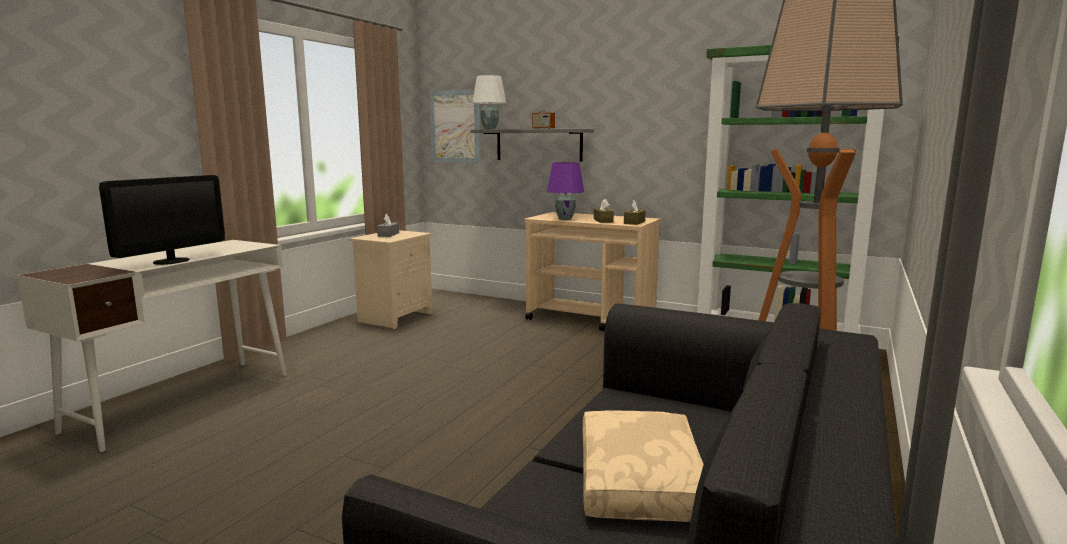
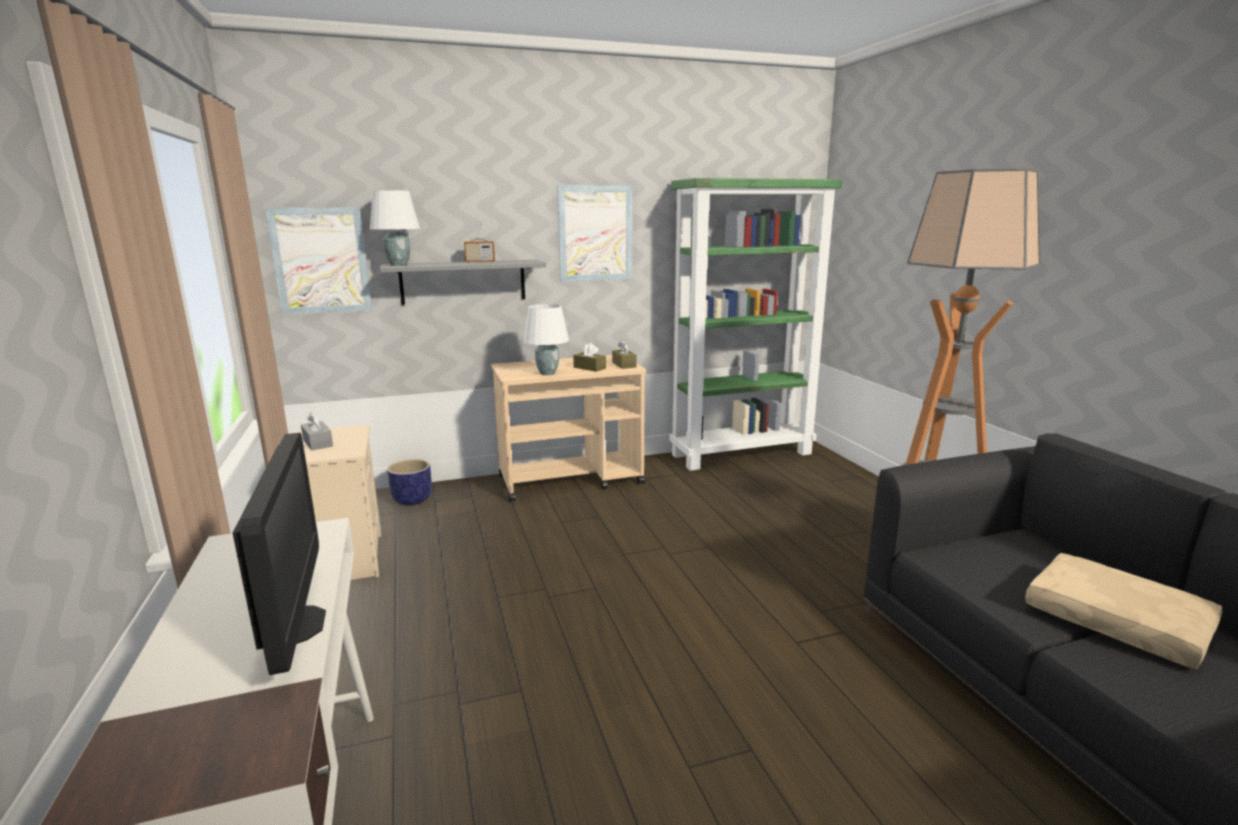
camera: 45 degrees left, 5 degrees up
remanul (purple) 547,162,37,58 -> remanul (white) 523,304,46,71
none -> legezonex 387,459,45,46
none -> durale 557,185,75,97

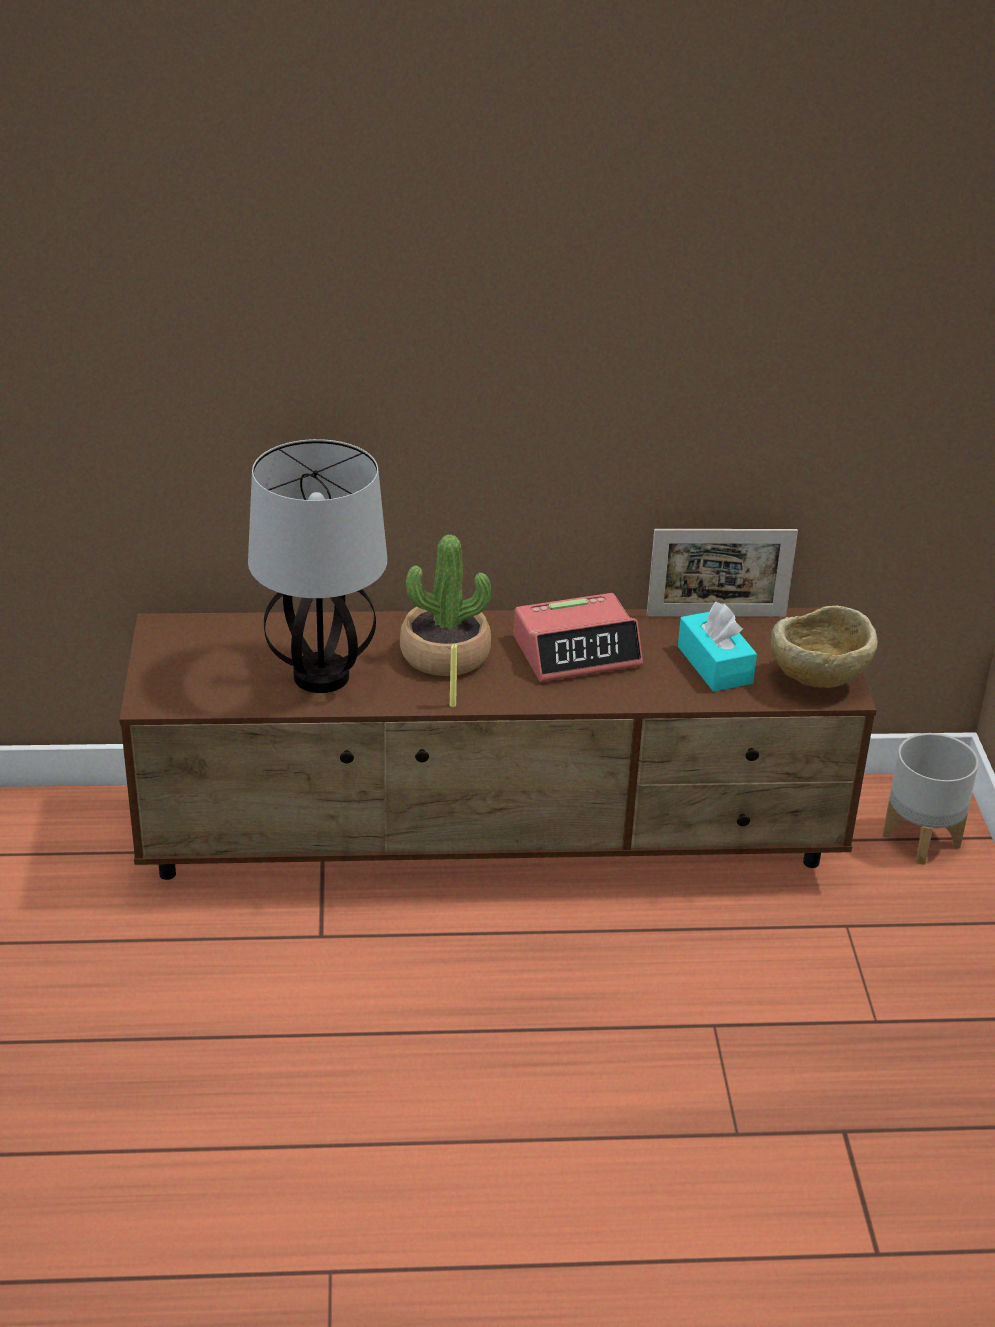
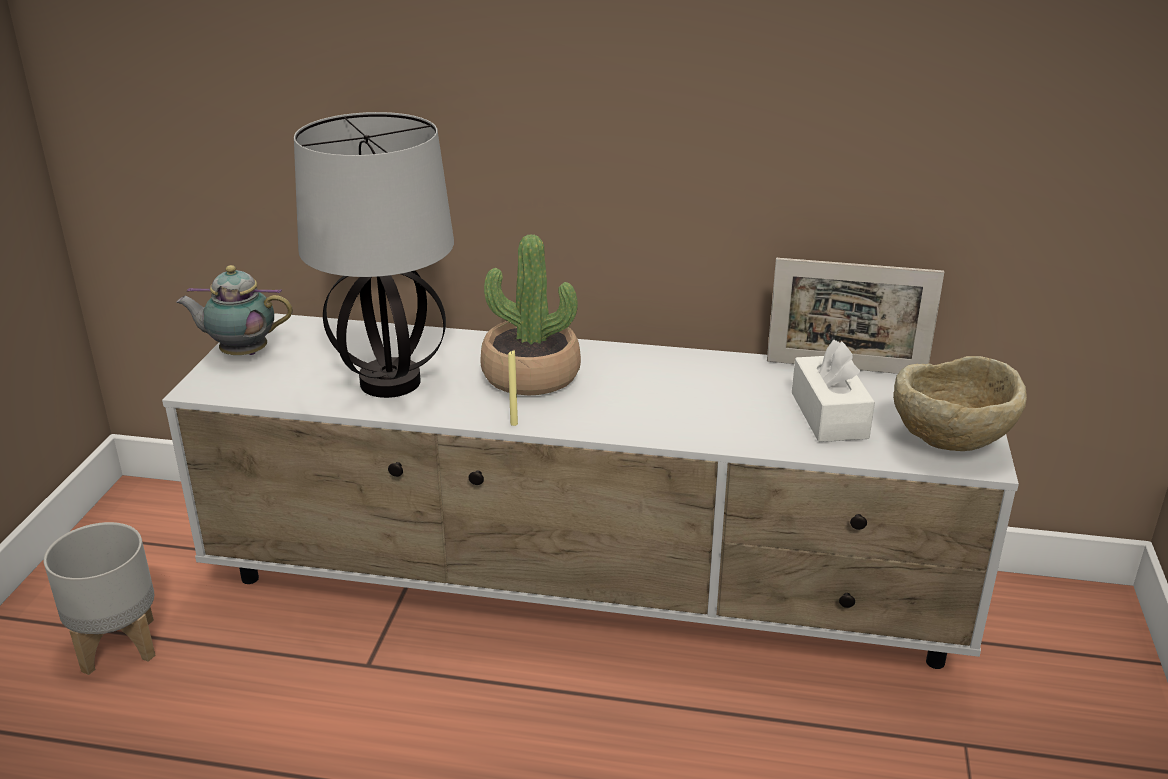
camera: 15 degrees right, 5 degrees down
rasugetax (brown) 119,608,758,272 -> rasugetax (white) 162,313,857,356
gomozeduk 514,593,129,89 -> none
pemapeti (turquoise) 678,602,79,90 -> pemapeti (white) 792,340,83,102
legezonex (grey) 883,733,96,132 -> legezonex (grey) 44,522,111,153, moved
none -> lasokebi 176,265,117,90

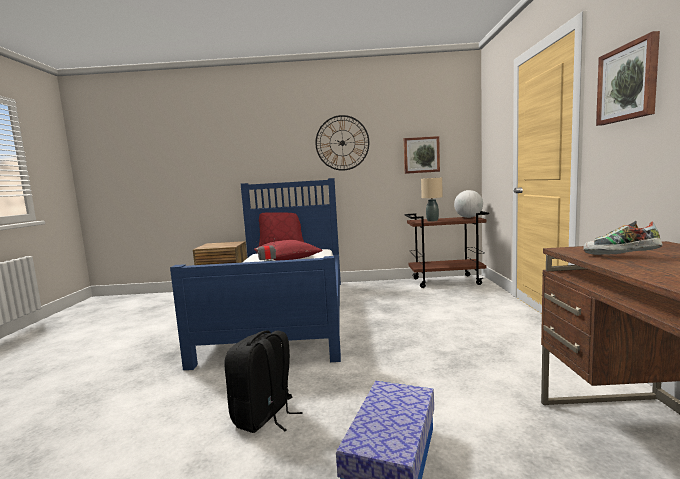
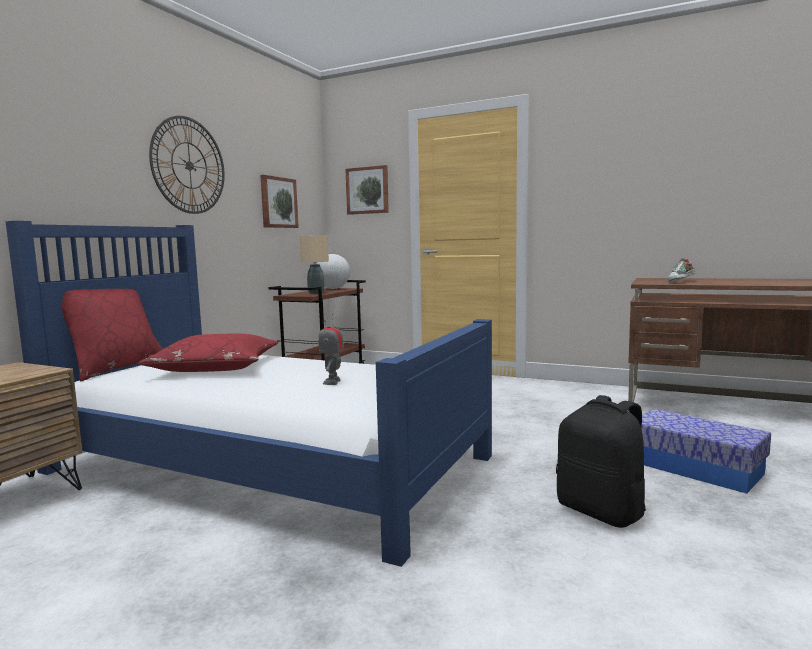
camera: 65 degrees left, 0 degrees up
durale 596,31,64,95 -> durale 345,165,44,50, moved

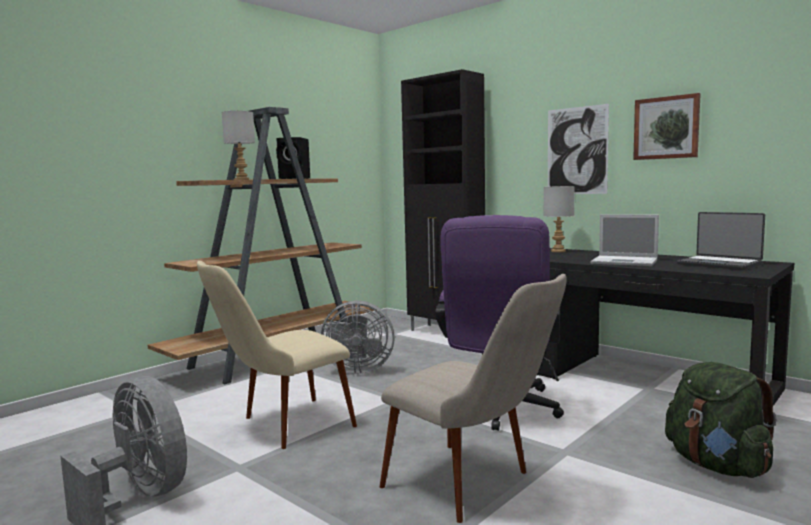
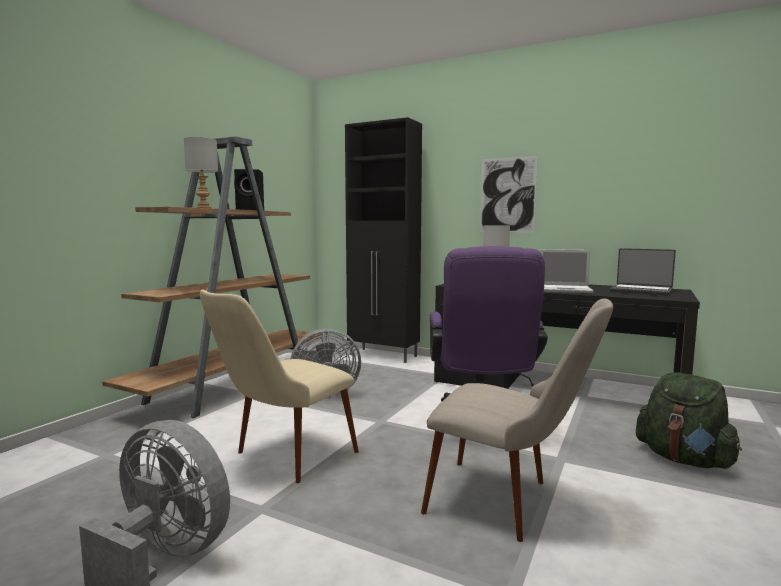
camera: 15 degrees left, 0 degrees up
durale 633,93,68,67 -> none

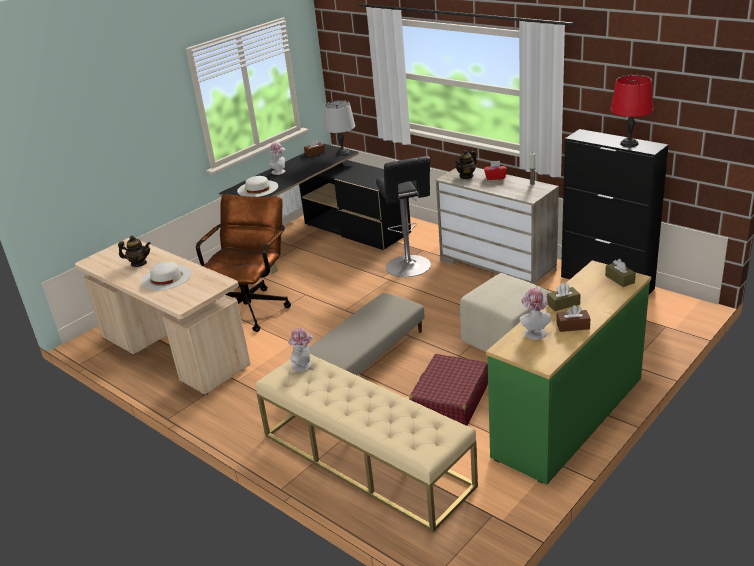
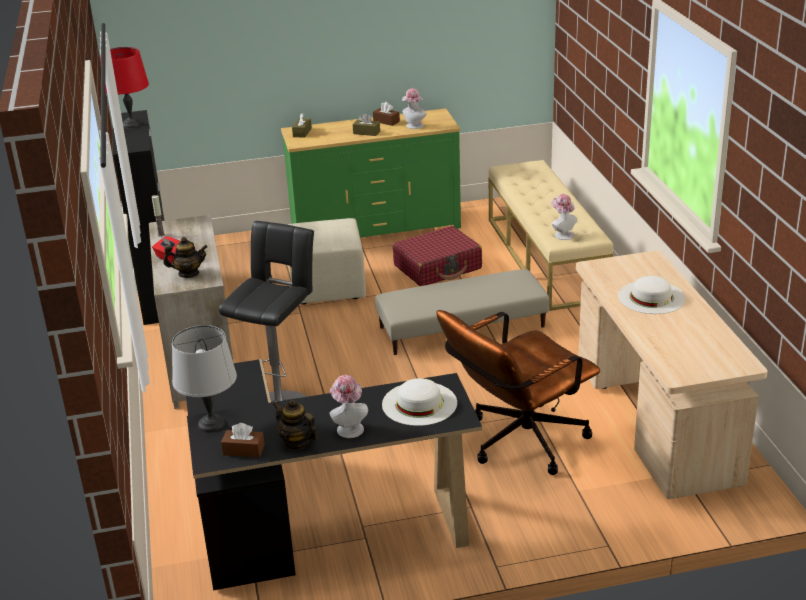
camera: 145 degrees left, 0 degrees up
lasokebi 118,236,33,31 -> lasokebi 273,400,44,50, moved

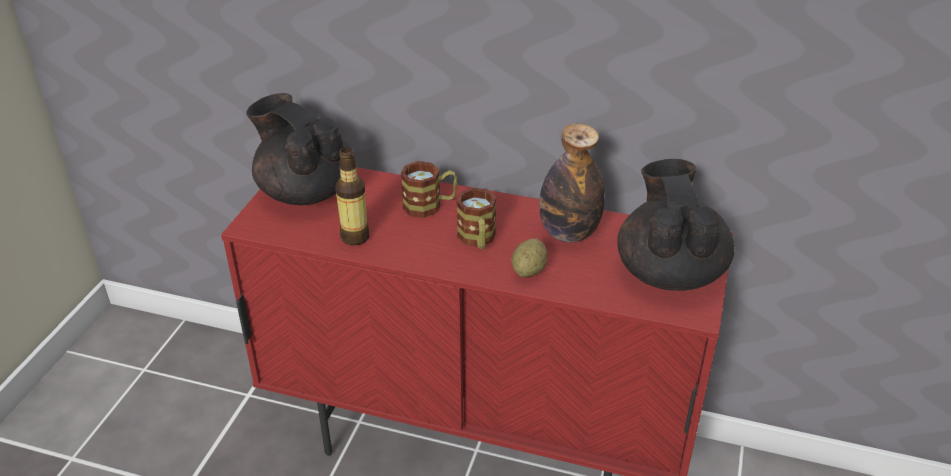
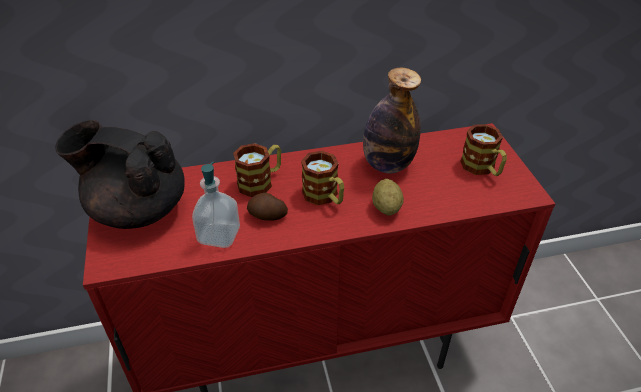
camera: 30 degrees left, 5 degrees up
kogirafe 335,147,34,98 -> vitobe 192,162,48,86
lasokebi (black) 617,159,117,132 -> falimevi 460,124,47,52
none -> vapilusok 247,193,41,28

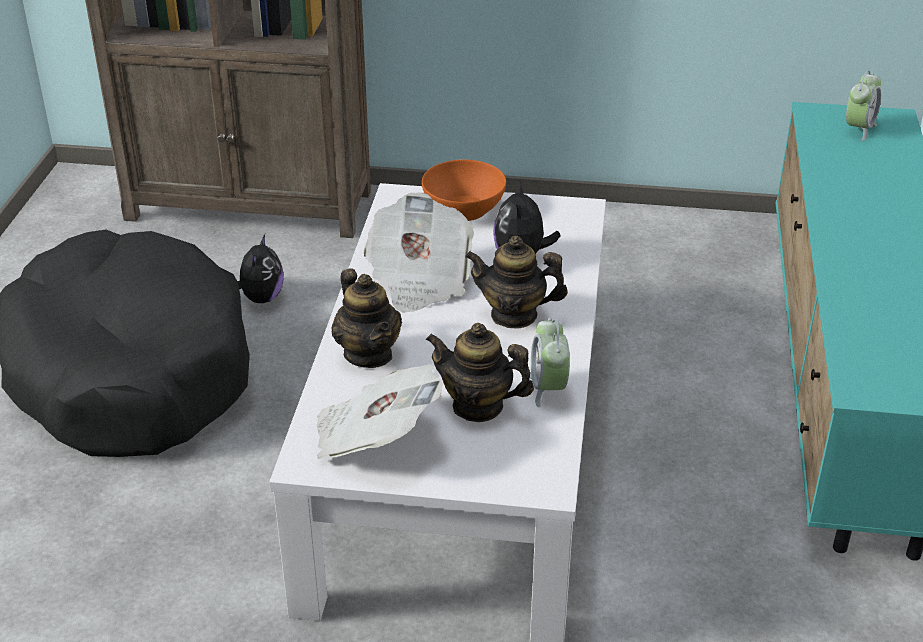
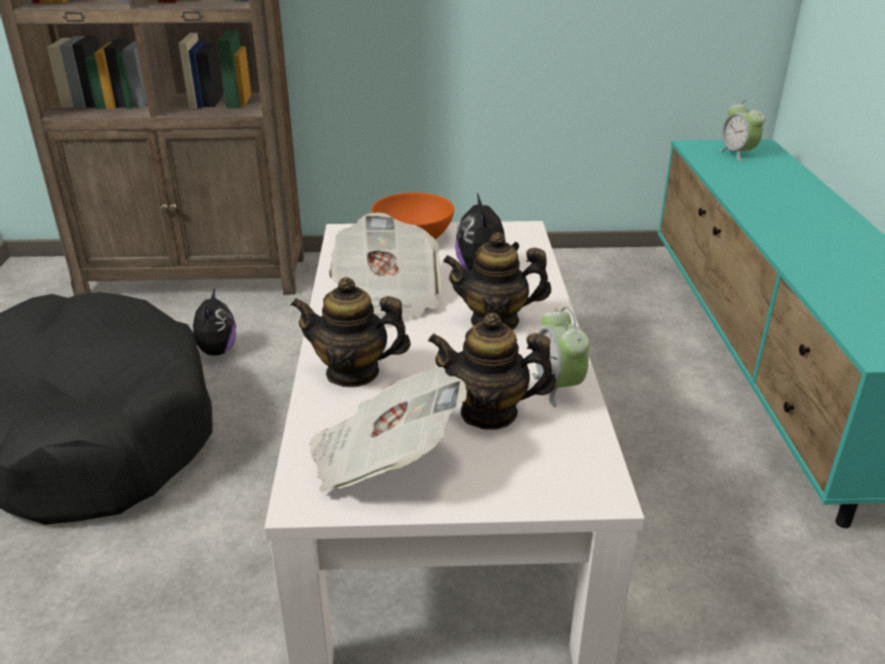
camera: 10 degrees left, 5 degrees down
lasokebi 332,268,70,100 -> lasokebi 291,277,120,110, 135 degrees clockwise
gomozeduk 846,70,35,71 -> gomozeduk 718,99,47,62, 135 degrees clockwise

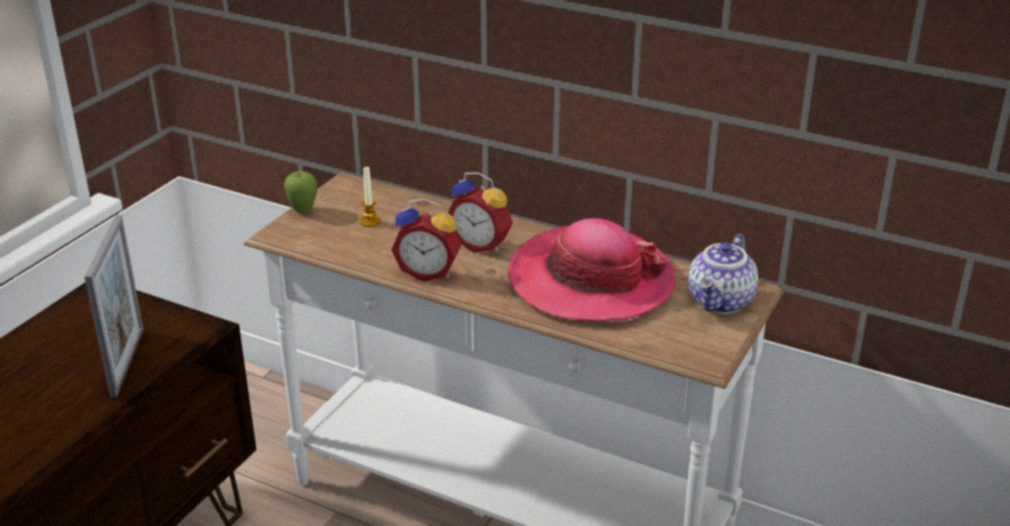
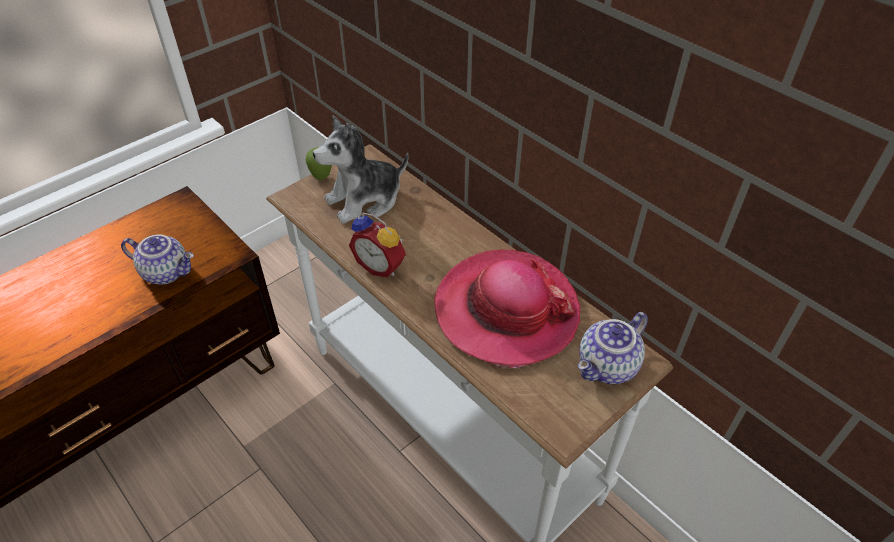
camera: 20 degrees right, 15 degrees up
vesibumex 84,215,60,183 -> lasokebi 121,234,73,51
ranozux 359,167,22,60 -> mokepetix 313,116,96,108
gomozeduk 448,172,65,81 -> none

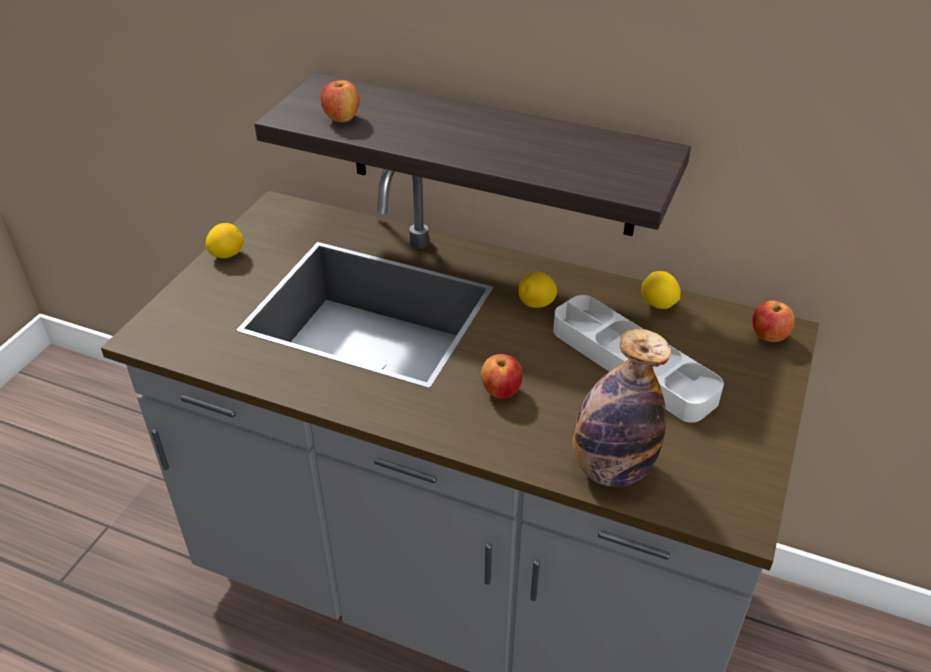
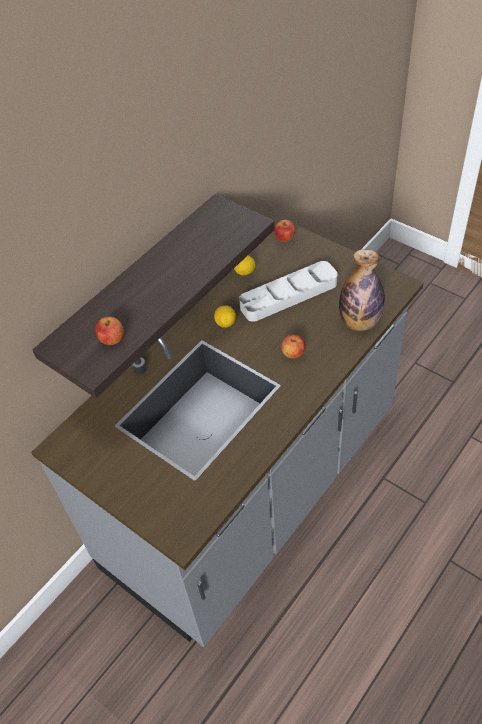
camera: 70 degrees left, 10 degrees up
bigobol 206,223,37,35 -> none

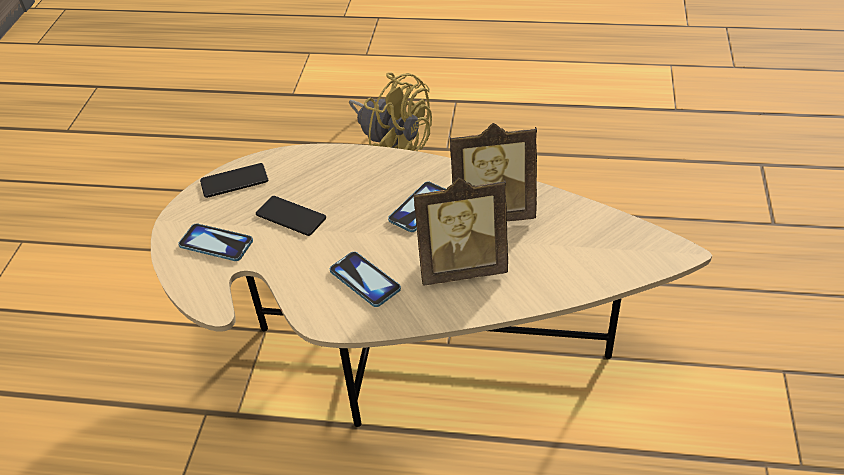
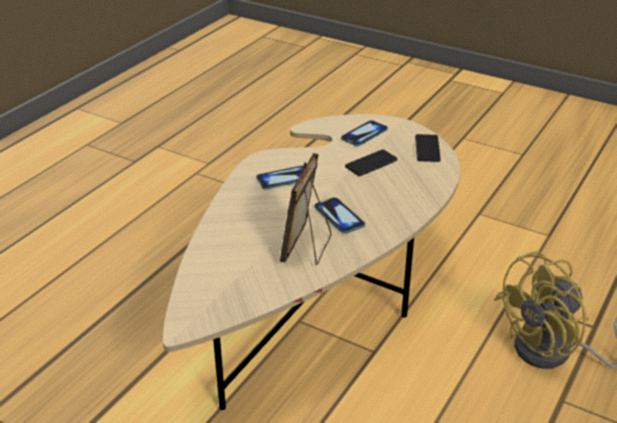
camera: 110 degrees right, 10 degrees down
vesibumex 413,178,95,108 -> none

